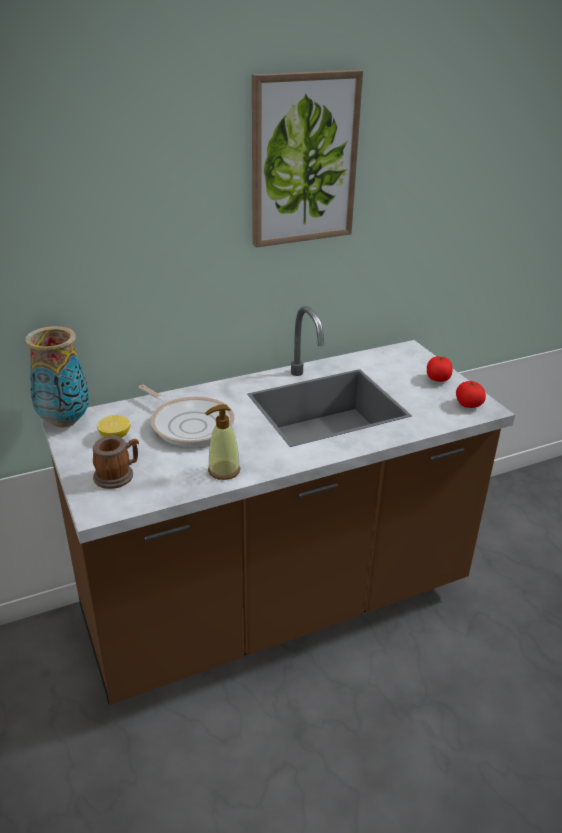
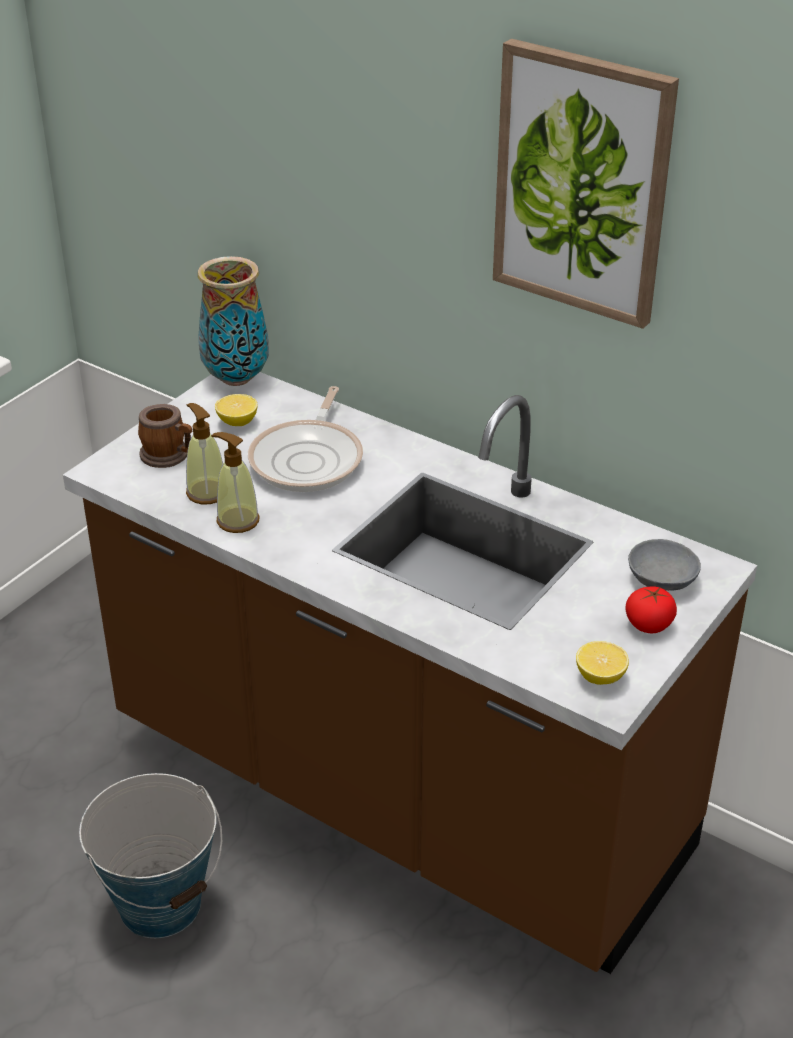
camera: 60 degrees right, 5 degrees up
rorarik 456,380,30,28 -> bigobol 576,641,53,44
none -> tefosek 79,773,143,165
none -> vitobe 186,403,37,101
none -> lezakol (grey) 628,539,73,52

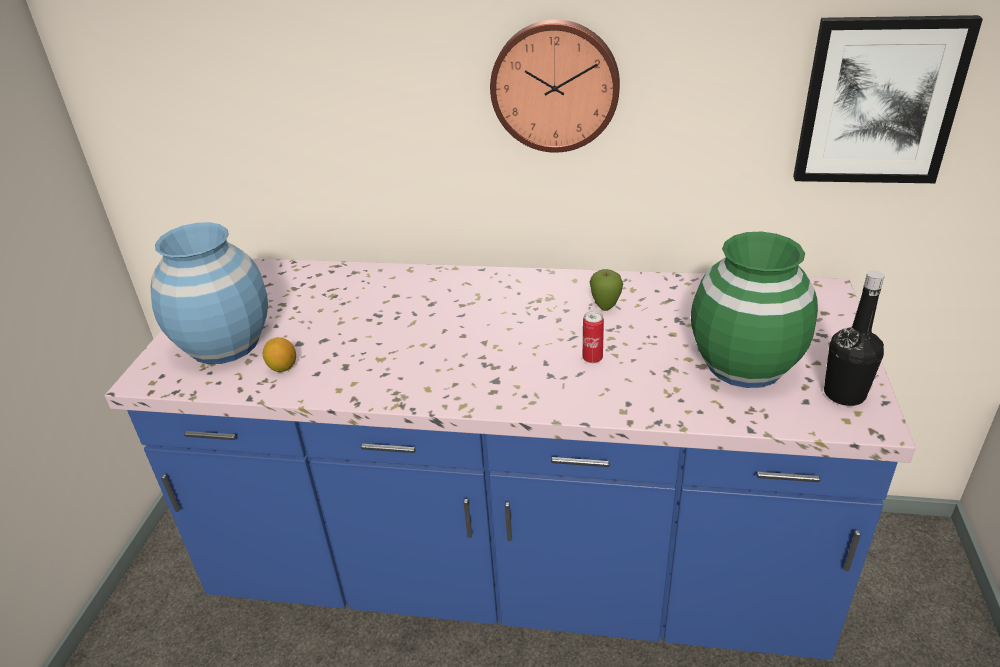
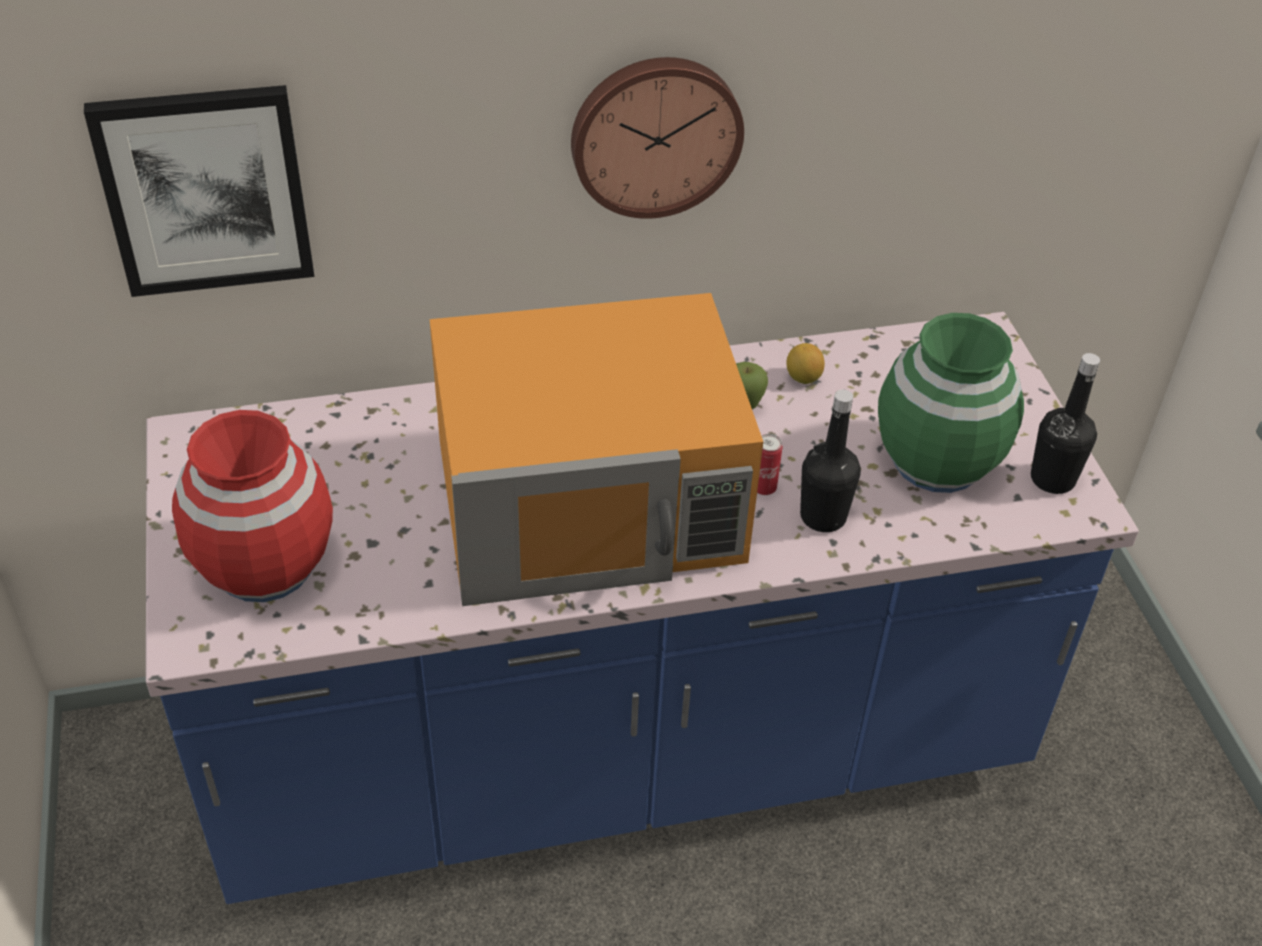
camera: 25 degrees left, 10 degrees up
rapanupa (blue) 151,222,117,142 -> rapanupa (red) 172,410,161,192
bigobol 263,337,33,35 -> bigobol 787,343,38,41, moved
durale 793,15,190,168 -> durale 84,85,230,212, moved
none -> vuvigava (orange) 430,293,333,313
none -> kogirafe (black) 800,390,61,142

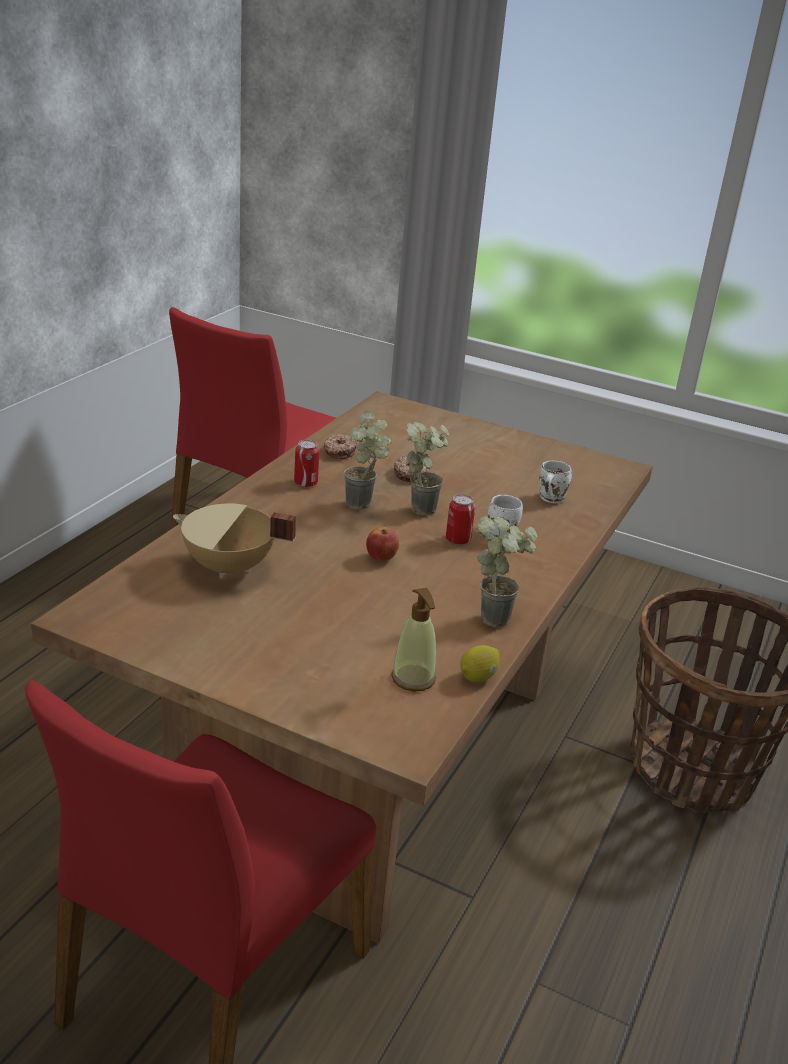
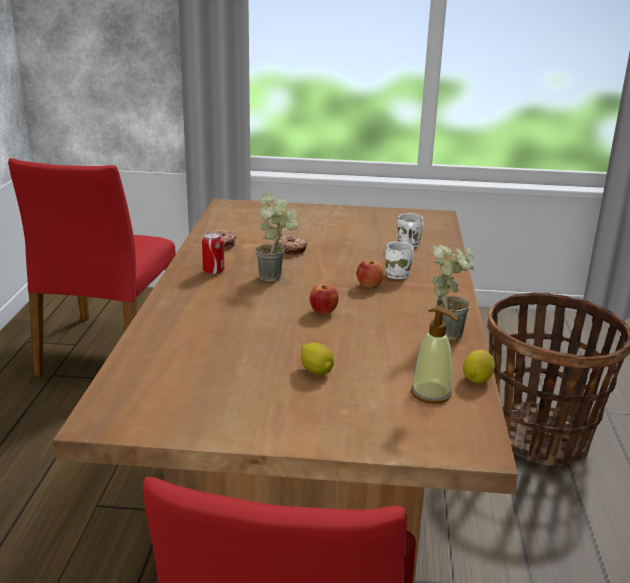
camera: 20 degrees left, 5 degrees down
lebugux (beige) 173,503,123,75 -> none
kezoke 406,422,43,94 -> none
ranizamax 446,494,29,51 -> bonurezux 357,260,27,28
none -> bigobol 301,343,33,32

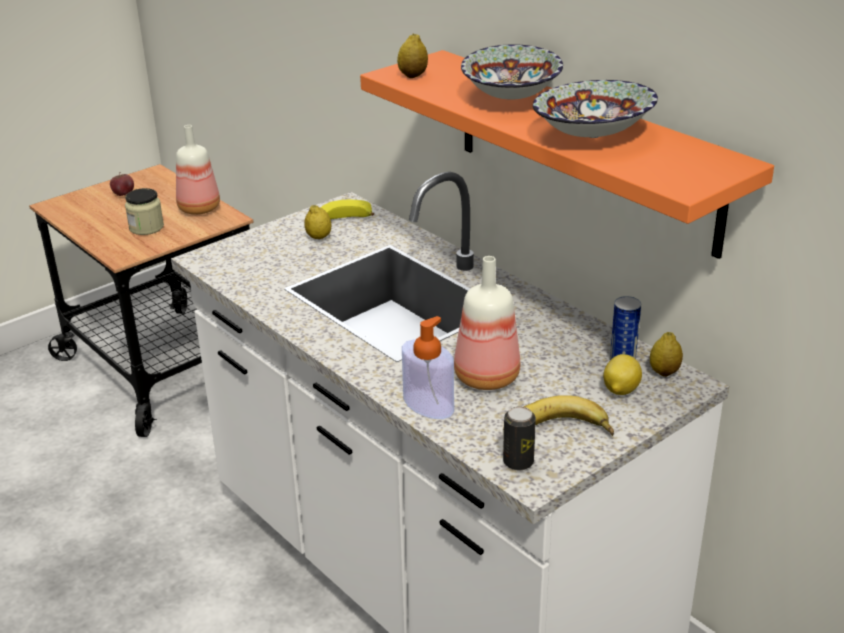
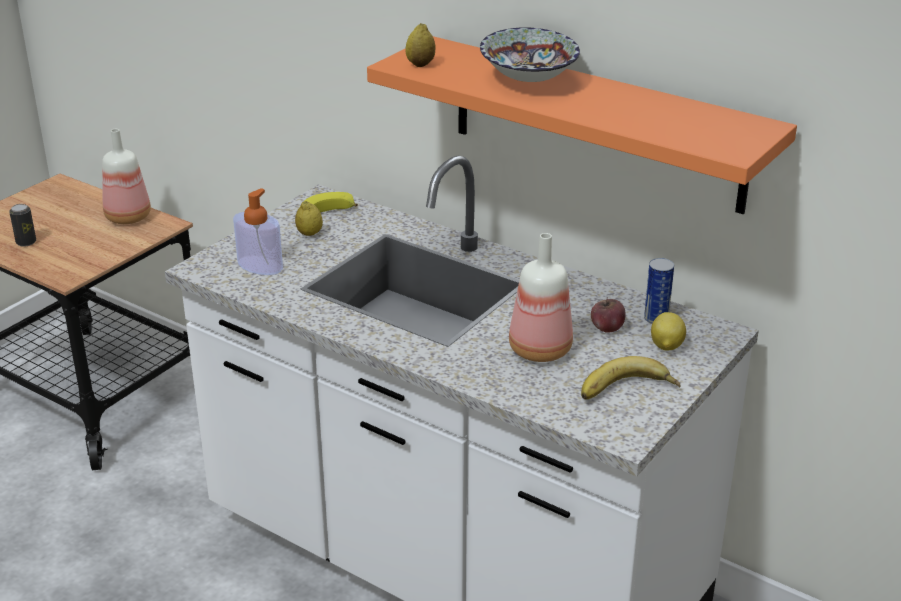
camera: 15 degrees left, 0 degrees up
bonurezux 110,174,24,22 -> bonurezux 591,298,35,35, moved
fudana 125,188,39,47 -> none
vitobe 402,316,52,103 -> vitobe 233,188,50,87, moved
ranizamax 503,406,33,64 -> ranizamax 9,204,27,43, moved
lezakol 533,80,125,58 -> none
bigobol 650,332,33,45 -> none

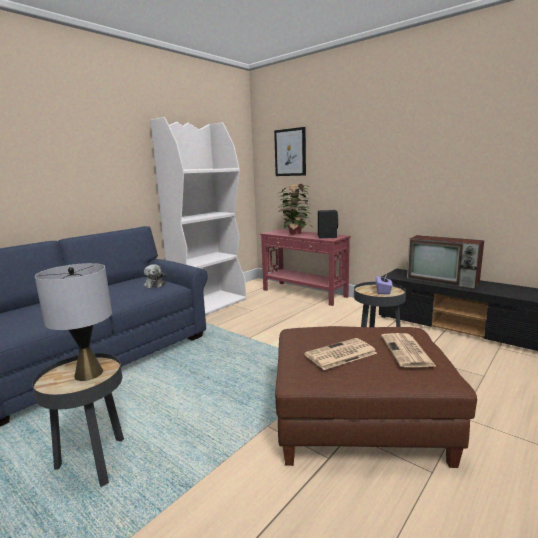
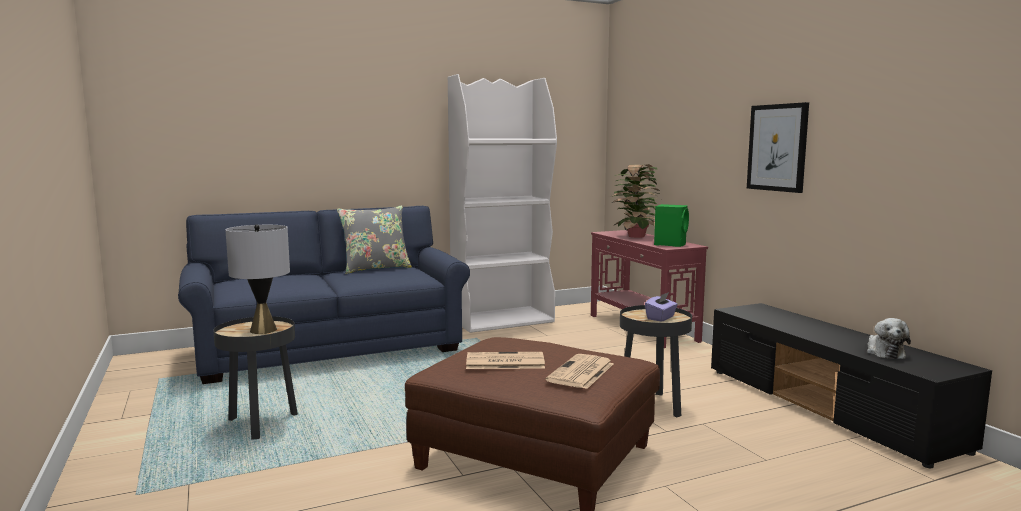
camera: 25 degrees right, 5 degrees down
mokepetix 143,264,23,24 -> mokepetix 867,318,44,41, moved
durale 274,127,32,49 -> durale 747,102,62,91, moved
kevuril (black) 318,210,20,29 -> kevuril (green) 654,204,35,43
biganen 407,235,77,54 -> none
none -> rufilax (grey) 337,205,75,69

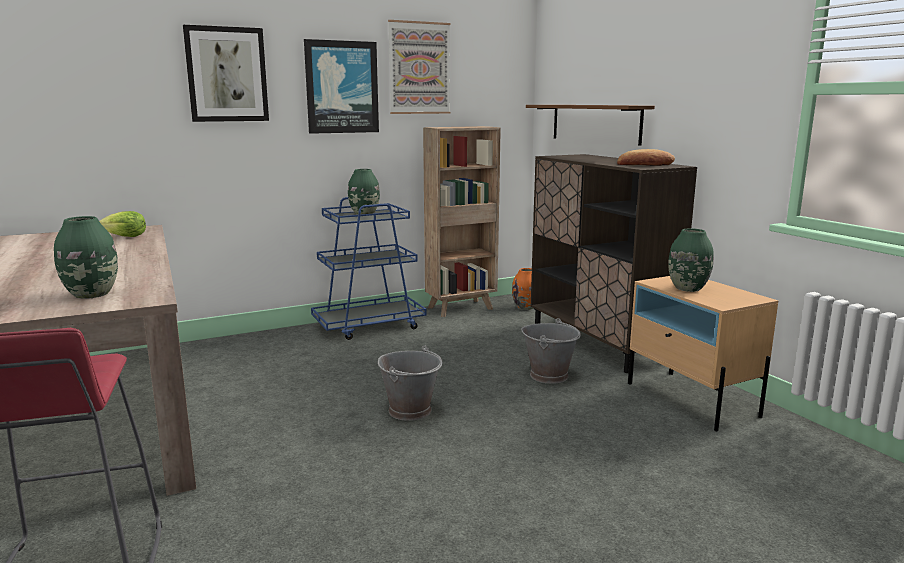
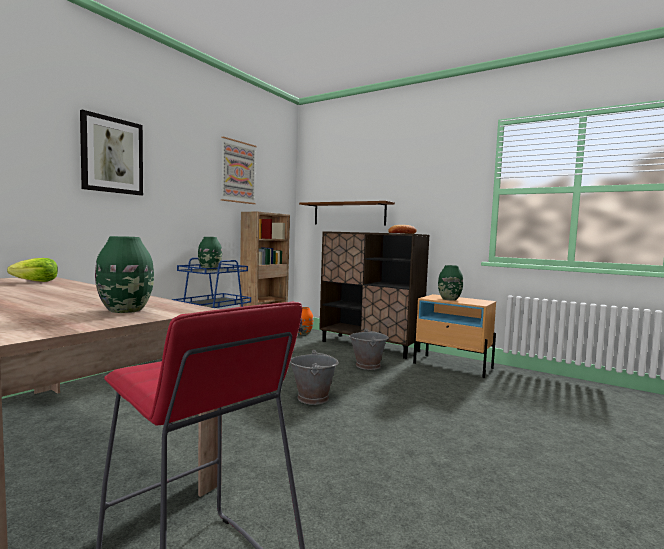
camera: 30 degrees left, 10 degrees down
durale 304,39,75,95 -> none

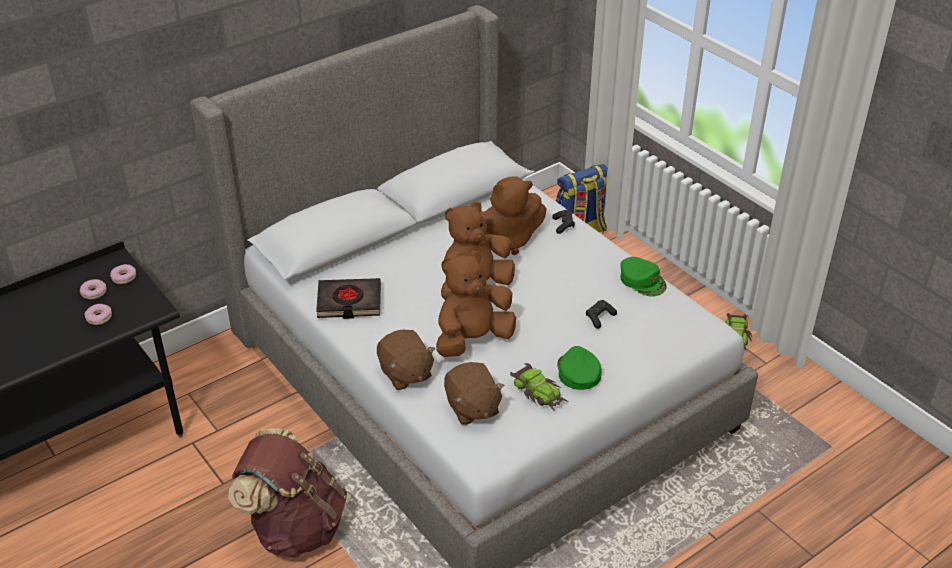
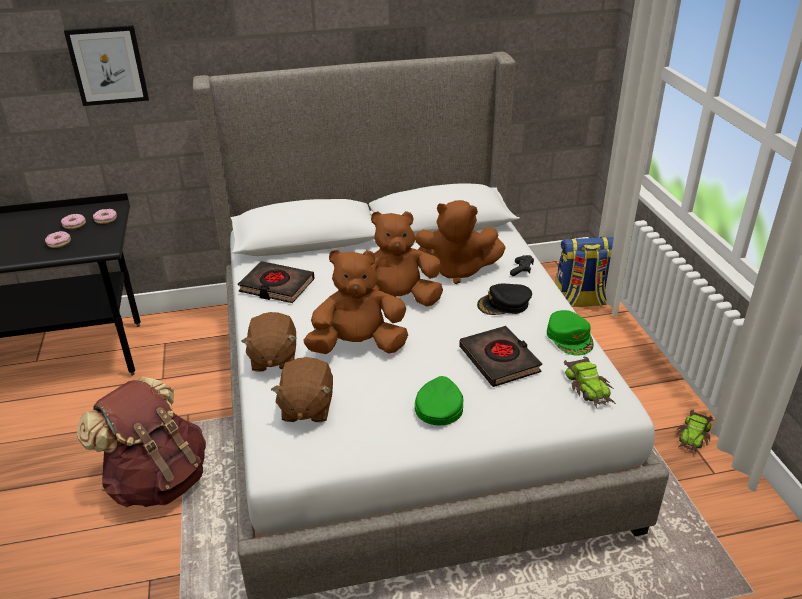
camera: 25 degrees right, 5 degrees down
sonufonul 510,363,59,48 -> sonufonul 564,357,53,51, moved
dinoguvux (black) 586,300,31,29 -> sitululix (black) 459,326,83,61
none -> durale 64,25,85,81
none -> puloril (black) 477,284,55,31

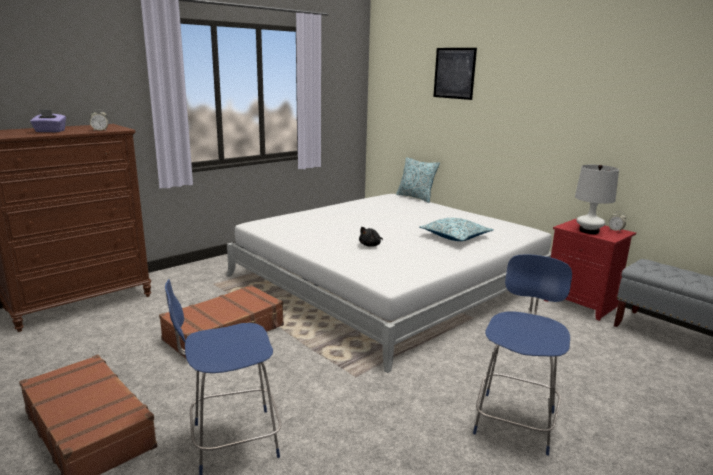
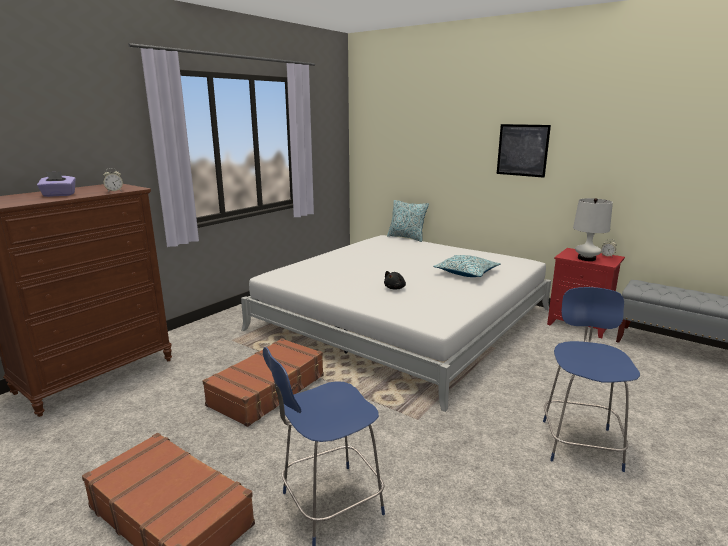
camera: 10 degrees left, 0 degrees up
durale 433,48,44,52 -> durale 497,124,54,54, moved

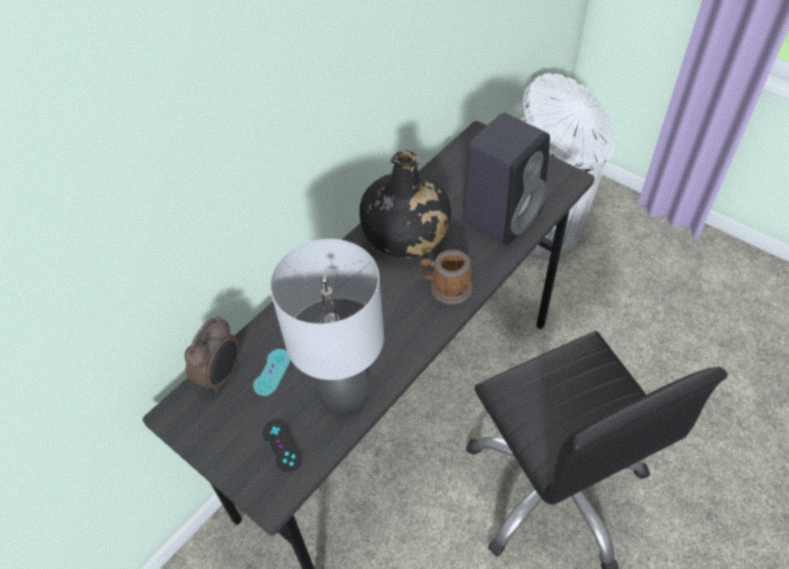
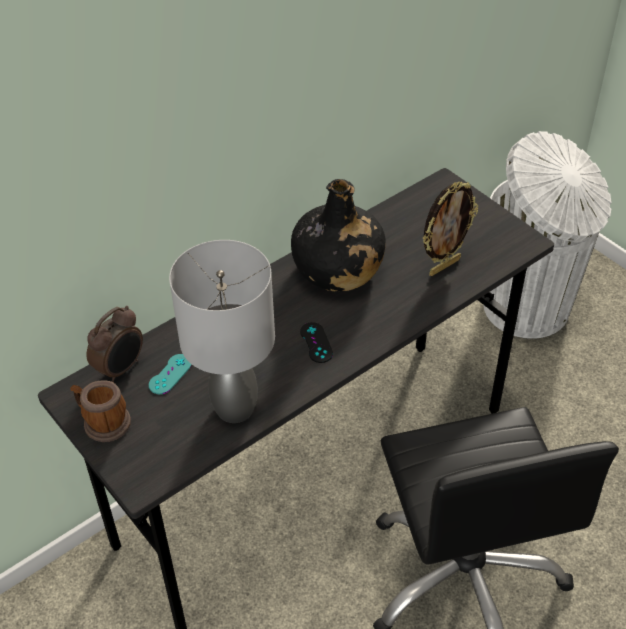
camera: 10 degrees right, 5 degrees down
dinoguvux (black) 263,420,39,52 -> dinoguvux (black) 300,322,33,41, moved
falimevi 421,250,51,55 -> falimevi 70,380,61,62, moved
kevuril (black) 463,113,87,132 -> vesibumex 422,182,56,94

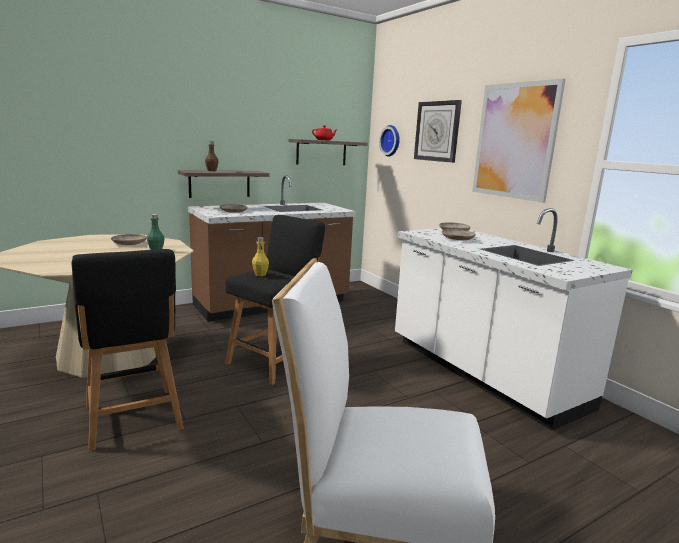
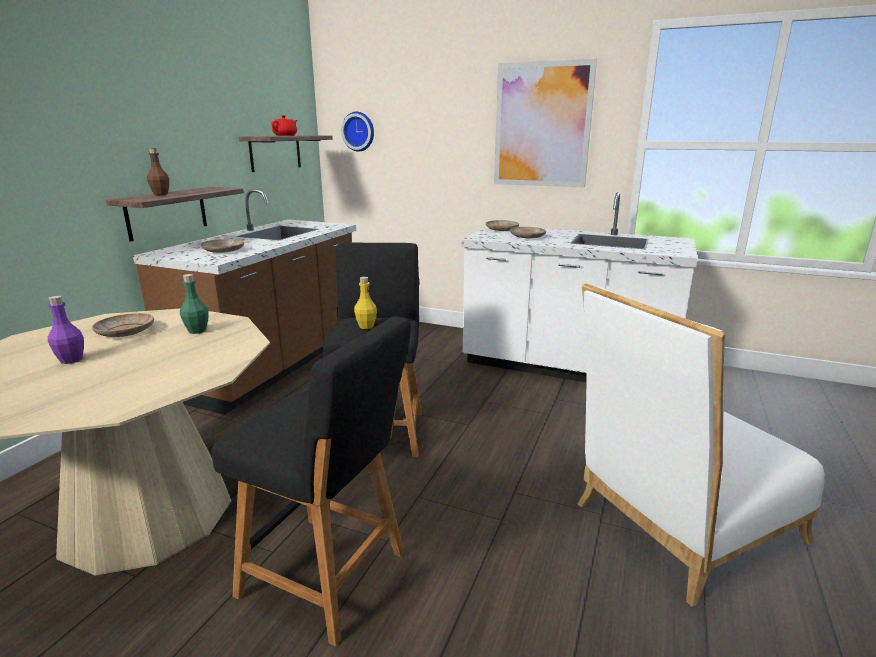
camera: 35 degrees left, 5 degrees up
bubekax 414,100,48,63 -> none
none -> kogirafe (purple) 48,296,36,68

